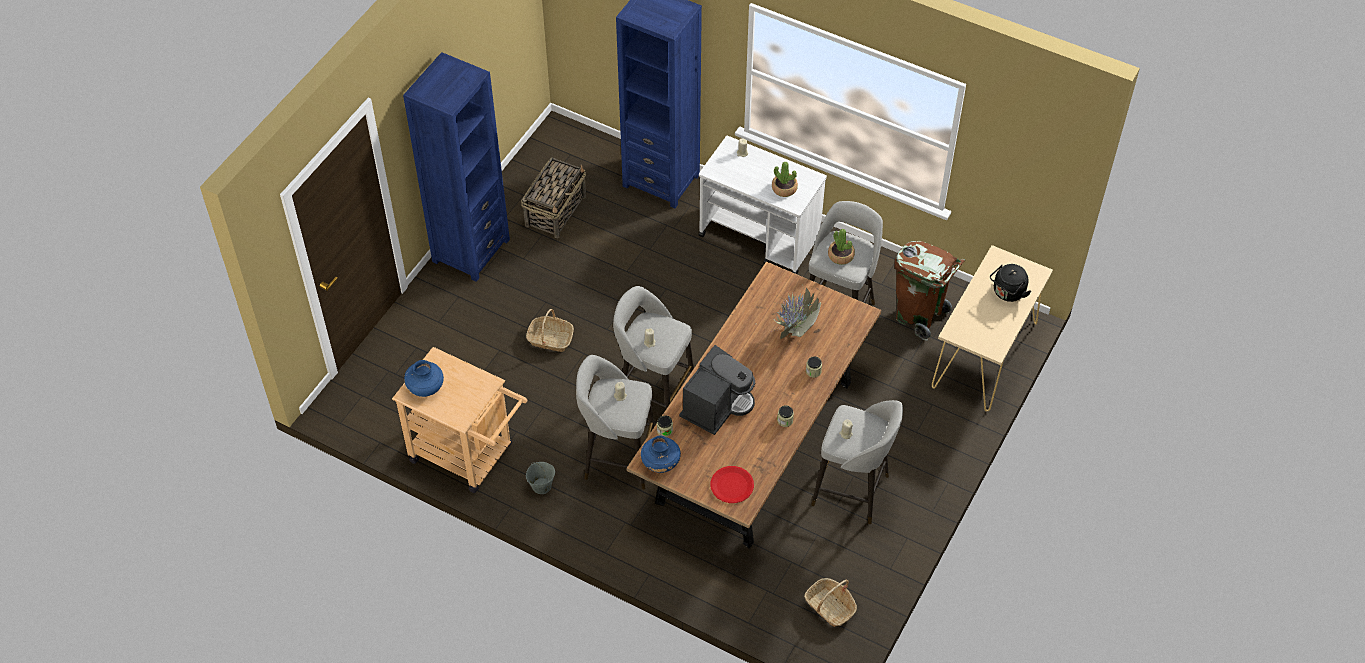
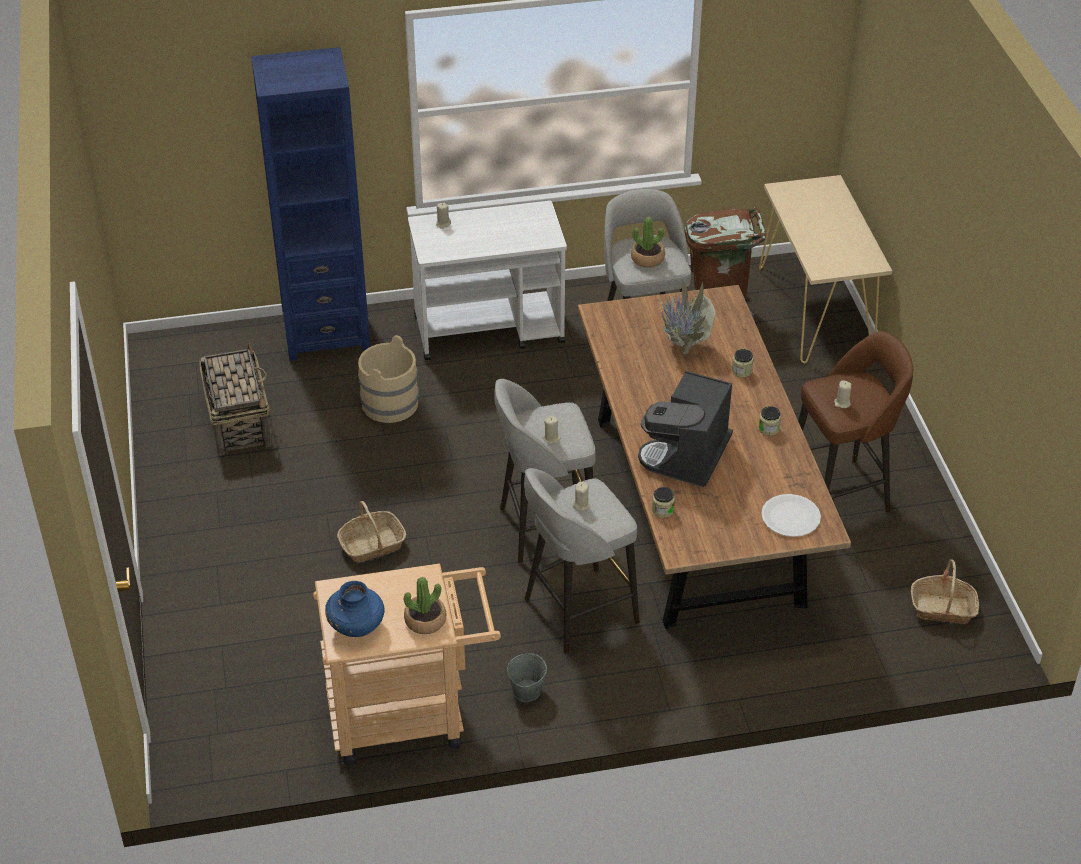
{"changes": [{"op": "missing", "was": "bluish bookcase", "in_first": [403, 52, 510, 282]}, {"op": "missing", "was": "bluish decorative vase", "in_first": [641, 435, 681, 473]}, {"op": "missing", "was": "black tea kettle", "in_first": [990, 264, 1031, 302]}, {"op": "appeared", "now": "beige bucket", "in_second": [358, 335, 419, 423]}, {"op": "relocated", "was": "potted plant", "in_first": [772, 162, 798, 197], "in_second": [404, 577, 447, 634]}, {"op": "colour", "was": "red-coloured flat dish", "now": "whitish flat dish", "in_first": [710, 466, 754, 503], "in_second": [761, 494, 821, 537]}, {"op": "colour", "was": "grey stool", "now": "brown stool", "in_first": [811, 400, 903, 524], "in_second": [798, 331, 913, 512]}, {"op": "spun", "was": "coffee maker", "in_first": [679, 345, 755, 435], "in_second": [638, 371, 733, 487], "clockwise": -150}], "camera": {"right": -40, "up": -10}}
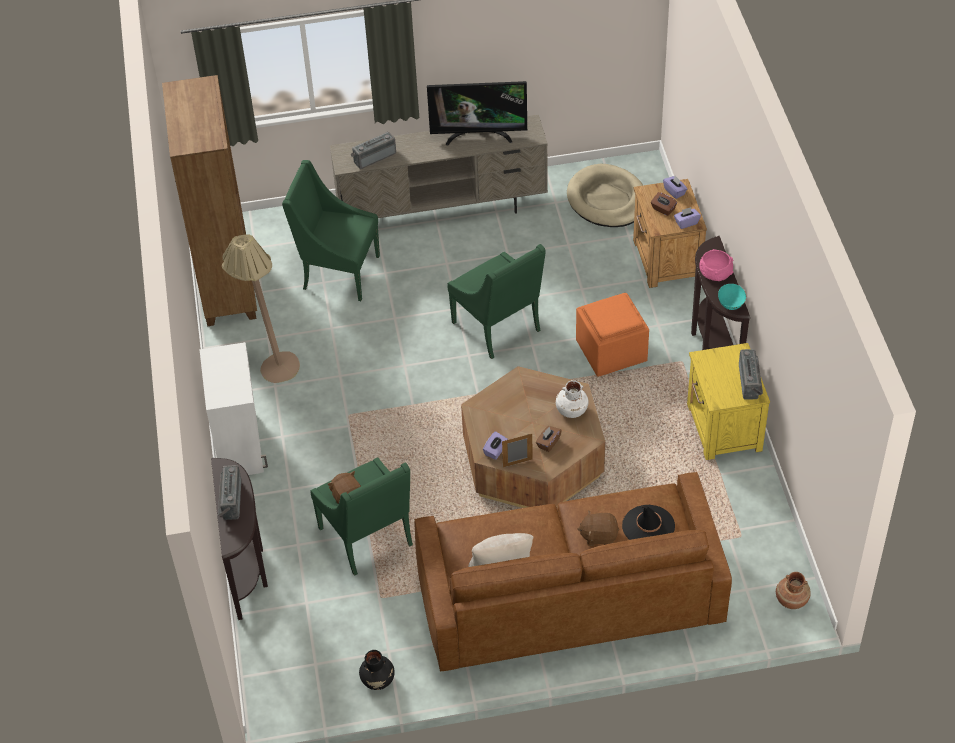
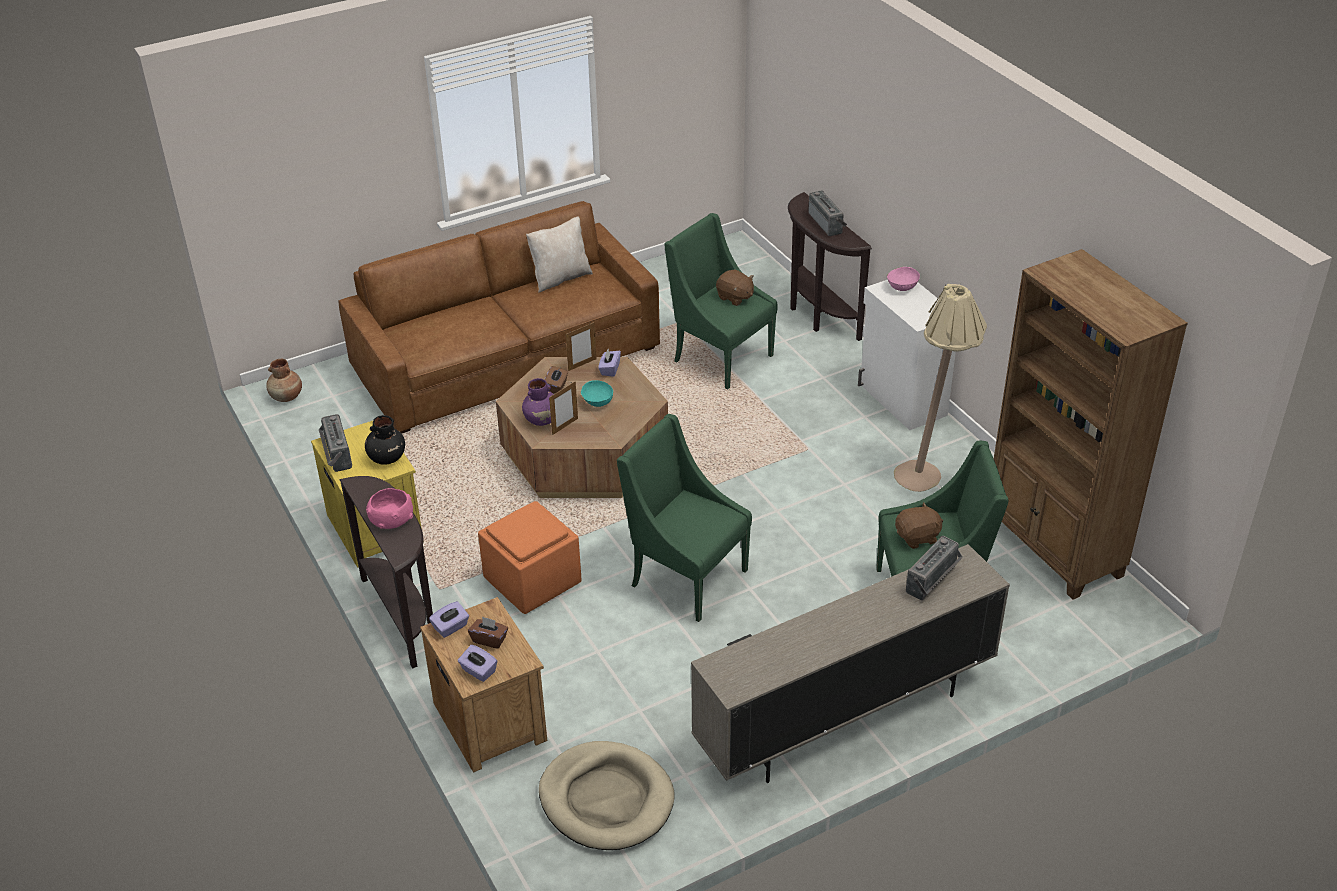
{"changes": [{"op": "missing", "was": "TV", "in_first": [427, 81, 527, 145]}, {"op": "missing", "was": "black wearable hat", "in_first": [622, 505, 675, 540]}, {"op": "appeared", "now": "photo frame", "in_second": [549, 381, 578, 435]}, {"op": "appeared", "now": "pink serving bowl", "in_second": [887, 267, 920, 291]}, {"op": "relocated", "was": "black decorative vase", "in_first": [359, 650, 394, 690], "in_second": [365, 415, 405, 465]}, {"op": "relocated", "was": "brown soft toy", "in_first": [577, 510, 619, 546], "in_second": [895, 502, 943, 549]}, {"op": "relocated", "was": "turquoise serving bowl", "in_first": [718, 284, 746, 310], "in_second": [581, 380, 613, 407]}, {"op": "colour", "was": "whitish decorative vase", "now": "purplish decorative vase", "in_first": [556, 380, 589, 418], "in_second": [522, 378, 553, 426]}], "camera": {"right": 160, "up": -10}}
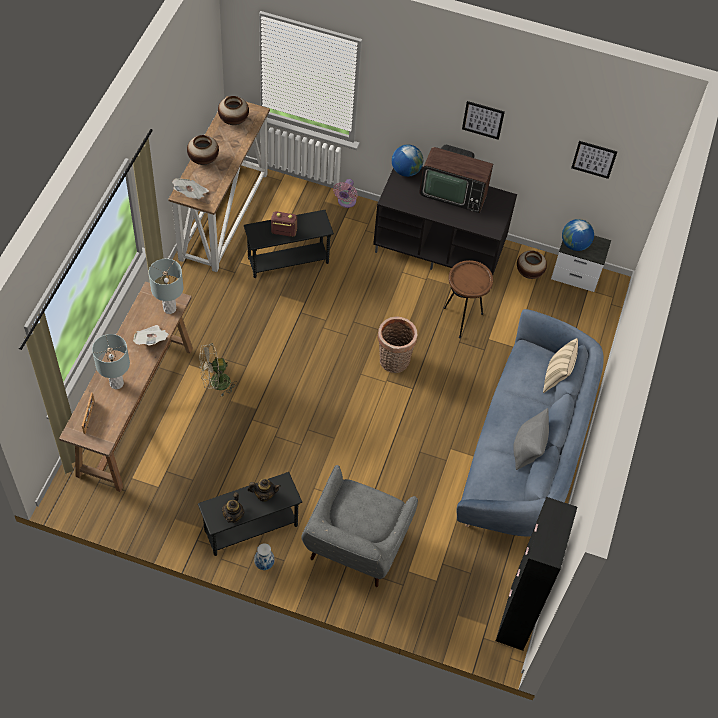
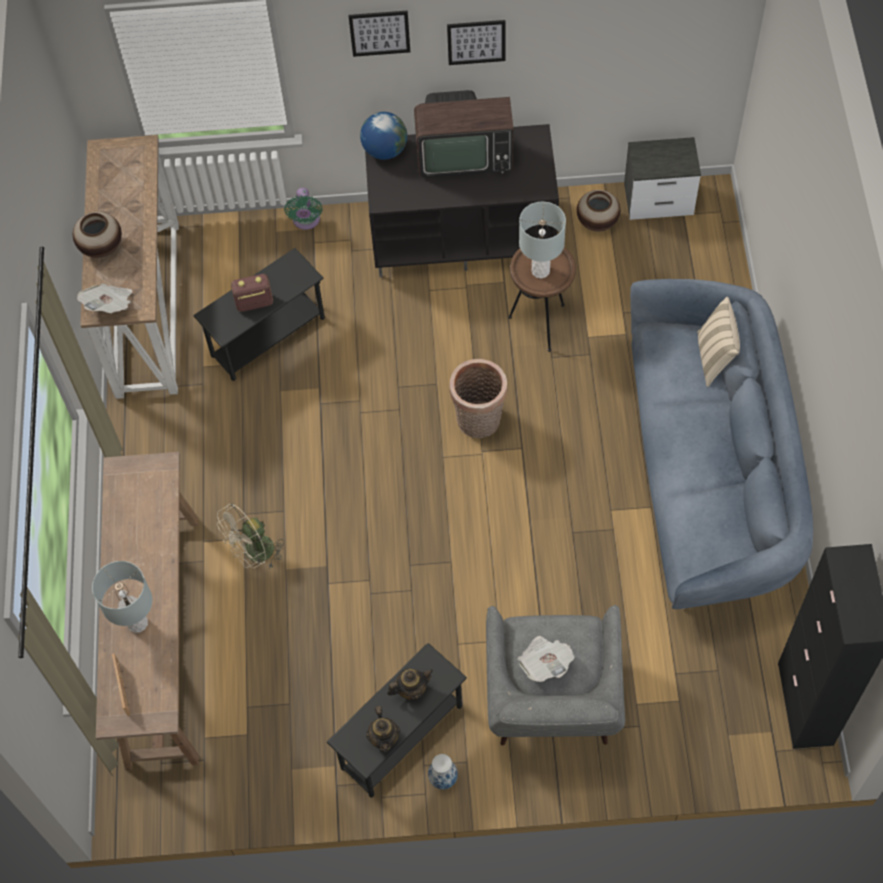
{"changes": [{"op": "missing", "was": "decorative vase", "in_first": [218, 96, 249, 125]}, {"op": "missing", "was": "grey throw pillow", "in_first": [513, 408, 549, 470]}, {"op": "missing", "was": "world globe", "in_first": [562, 219, 594, 251]}, {"op": "relocated", "was": "daily paper", "in_first": [133, 325, 169, 346], "in_second": [517, 636, 575, 682]}, {"op": "relocated", "was": "grey table lamp", "in_first": [148, 259, 184, 314], "in_second": [519, 202, 566, 279]}, {"op": "relocated", "was": "wall art", "in_first": [571, 141, 618, 179], "in_second": [349, 10, 410, 57]}, {"op": "colour", "was": "pink cooling fan", "now": "green cooling fan", "in_first": [333, 179, 358, 208], "in_second": [284, 188, 323, 230]}], "camera": {"right": -15, "up": 5}}
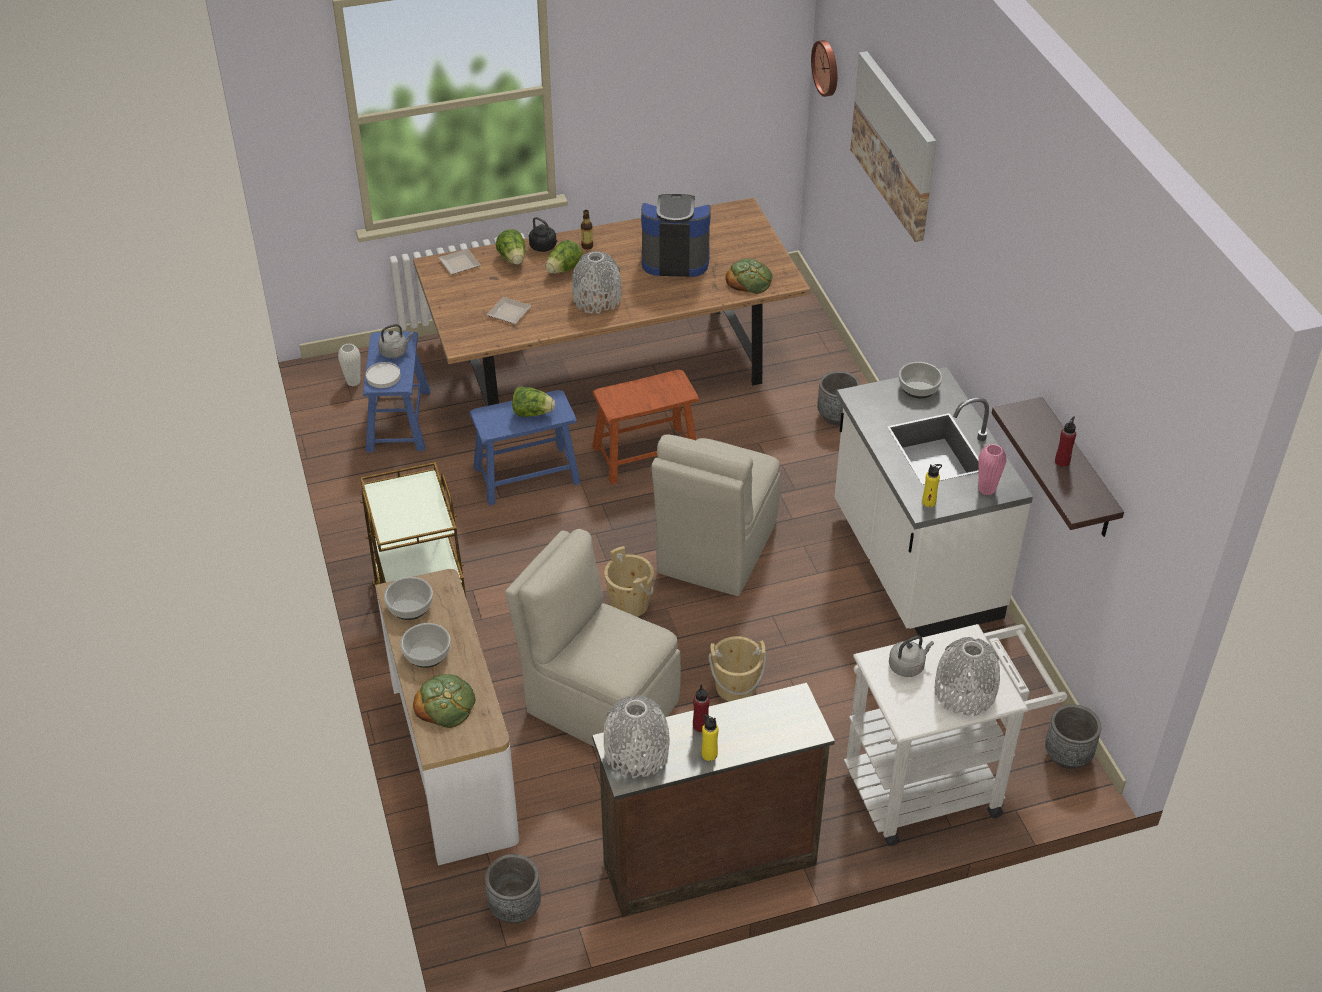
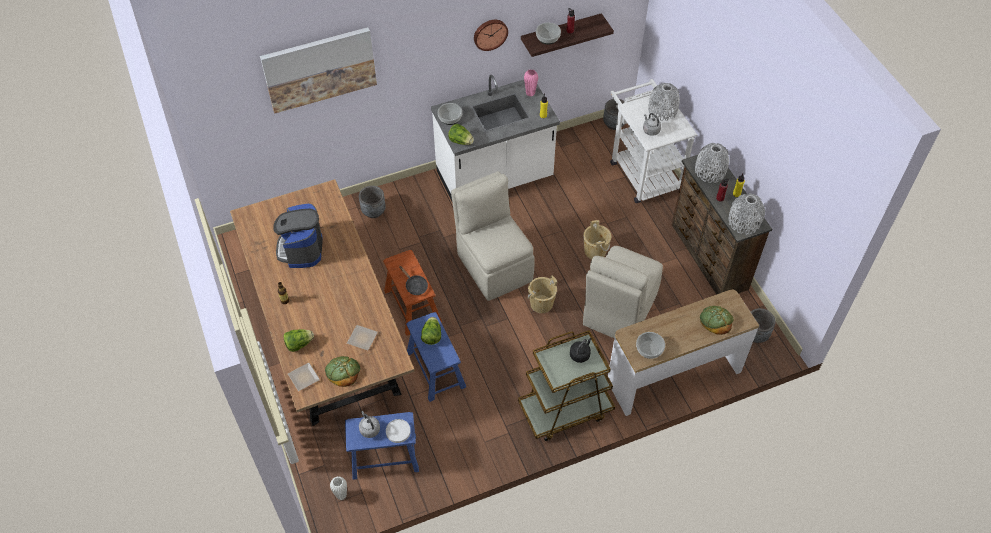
{"changes": [{"op": "appeared", "now": "black skillet", "in_second": [399, 266, 428, 295]}, {"op": "relocated", "was": "serving bowl", "in_first": [400, 623, 451, 668], "in_second": [536, 23, 561, 45]}, {"op": "relocated", "was": "black tea kettle", "in_first": [529, 217, 557, 252], "in_second": [570, 338, 592, 363]}, {"op": "relocated", "was": "lettuce", "in_first": [546, 240, 583, 274], "in_second": [448, 124, 474, 145]}, {"op": "relocated", "was": "grey decorative vase", "in_first": [572, 251, 621, 314], "in_second": [695, 143, 729, 183]}, {"op": "relocated", "was": "bread", "in_first": [726, 259, 773, 294], "in_second": [325, 356, 361, 387]}, {"op": "relocated", "was": "hanging clock", "in_first": [811, 40, 837, 97], "in_second": [474, 20, 508, 51]}, {"op": "spun", "was": "beige upright chair", "in_first": [652, 434, 780, 596], "in_second": [451, 171, 535, 301], "clockwise": -135}], "camera": {"right": -95, "up": 10}}
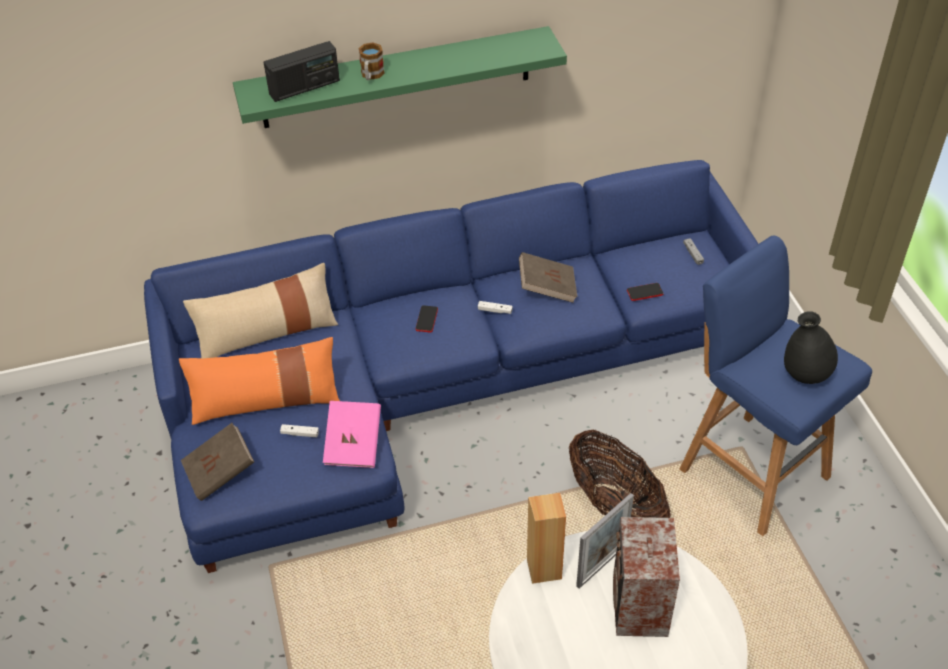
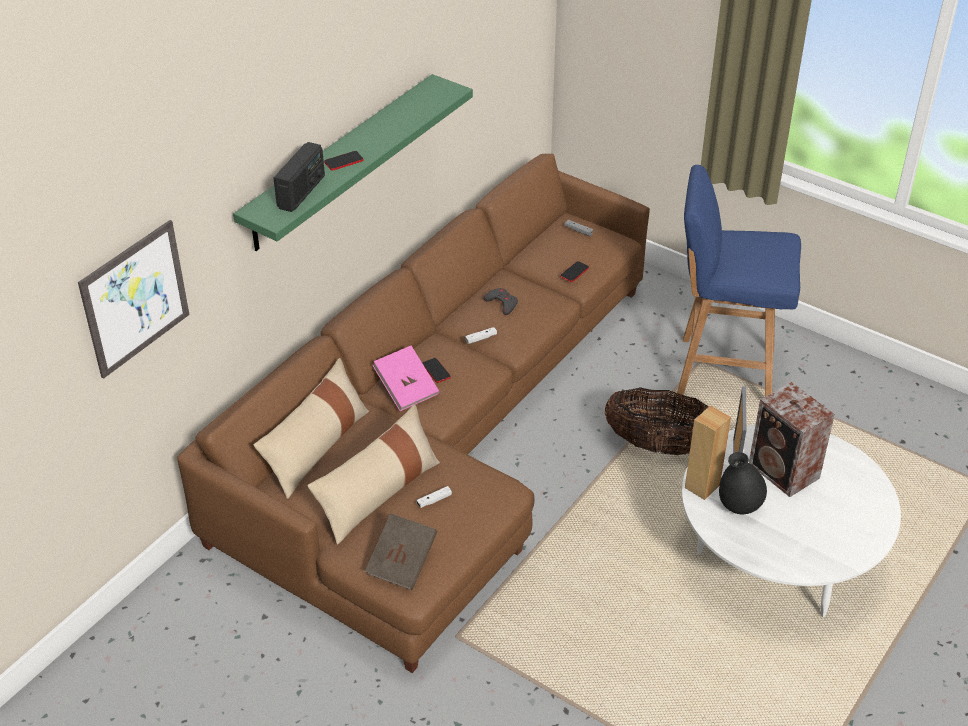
{"changes": [{"op": "appeared", "now": "wall art", "in_second": [78, 220, 189, 379]}, {"op": "relocated", "was": "pink volume", "in_first": [323, 401, 381, 468], "in_second": [372, 346, 440, 411]}, {"op": "relocated", "was": "black decorative vase", "in_first": [784, 312, 838, 384], "in_second": [719, 452, 767, 514]}, {"op": "exchanged", "was": "tea mug", "now": "handset", "in_first": [358, 43, 385, 80], "in_second": [324, 151, 364, 171]}, {"op": "exchanged", "was": "brown volume", "now": "grey joypad", "in_first": [519, 252, 577, 303], "in_second": [483, 288, 518, 315]}, {"op": "colour", "was": "bluish settee", "now": "brown settee", "in_first": [144, 160, 758, 573], "in_second": [177, 154, 650, 673]}, {"op": "colour", "was": "orange throw pillow", "now": "beige throw pillow", "in_first": [179, 337, 340, 425], "in_second": [308, 404, 440, 545]}], "camera": {"right": -40, "up": -5}}
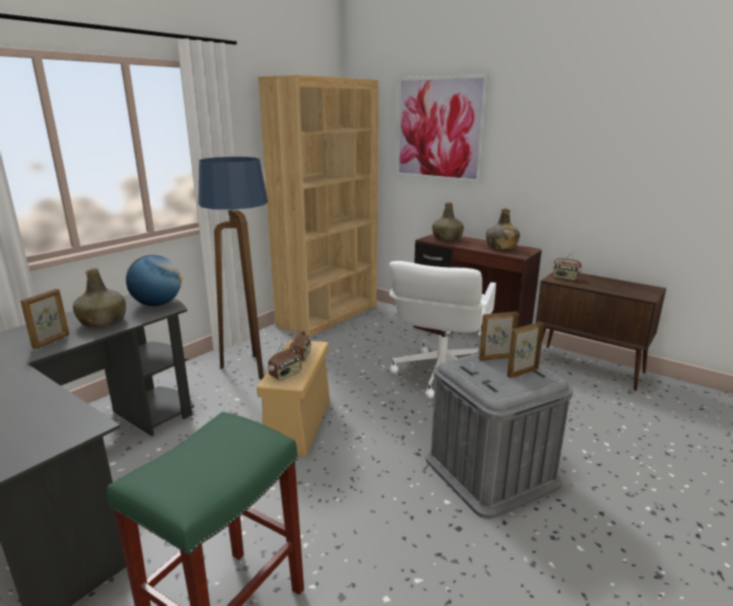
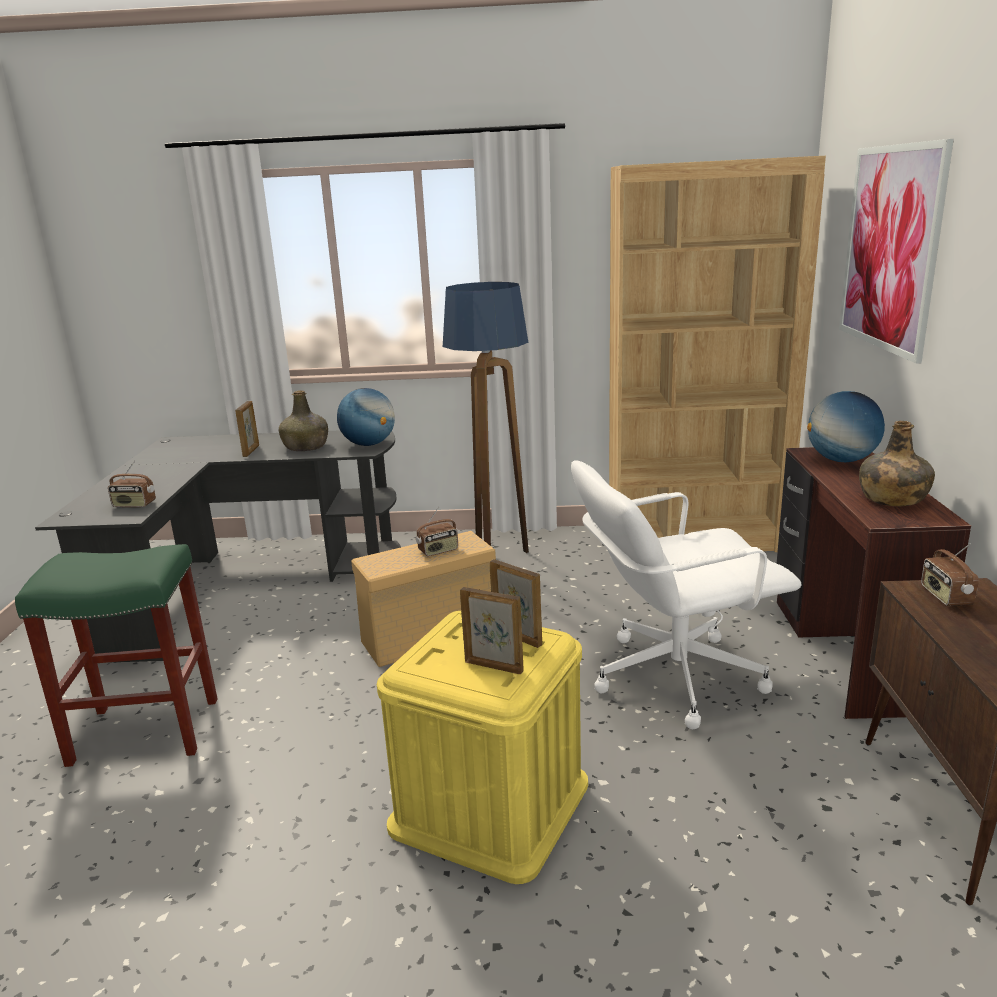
{"changes": [{"op": "relocated", "was": "radio", "in_first": [268, 338, 302, 380], "in_second": [108, 460, 156, 507]}, {"op": "exchanged", "was": "green bottle", "now": "world globe", "in_first": [432, 202, 464, 241], "in_second": [807, 391, 885, 462]}, {"op": "colour", "was": "grey storage container", "now": "yellow-coloured storage container", "in_first": [426, 353, 573, 519], "in_second": [377, 611, 588, 884]}, {"op": "spun", "was": "photo frame", "in_first": [20, 289, 69, 349], "in_second": [235, 401, 259, 457], "clockwise": -75}], "camera": {"right": 55, "up": 0}}
